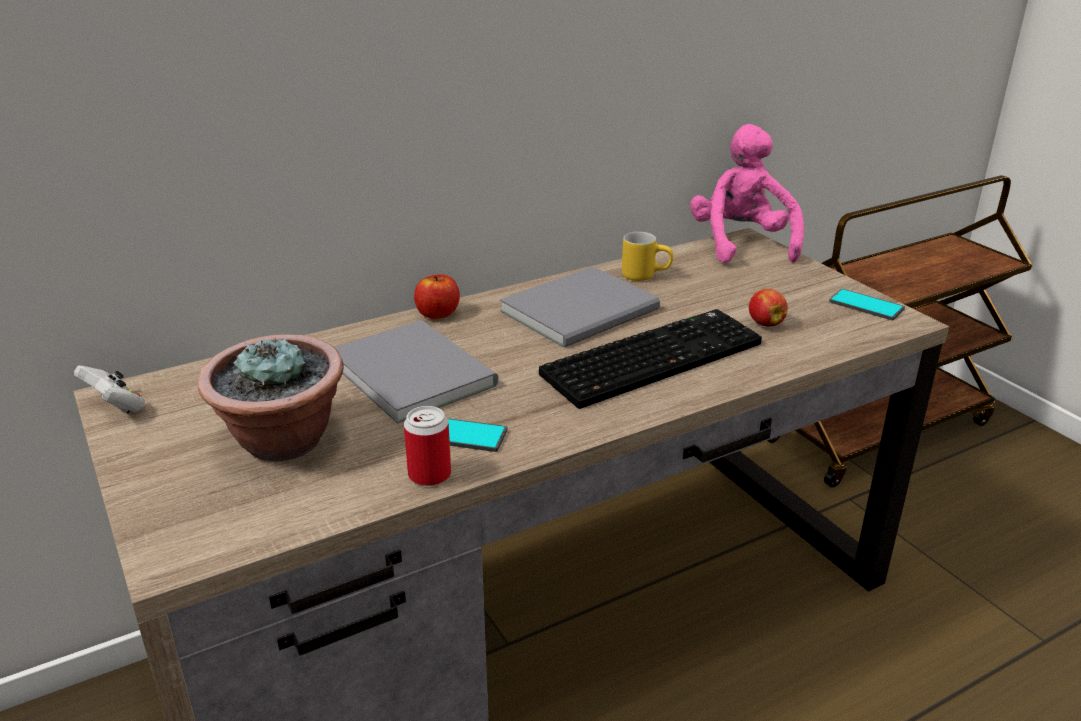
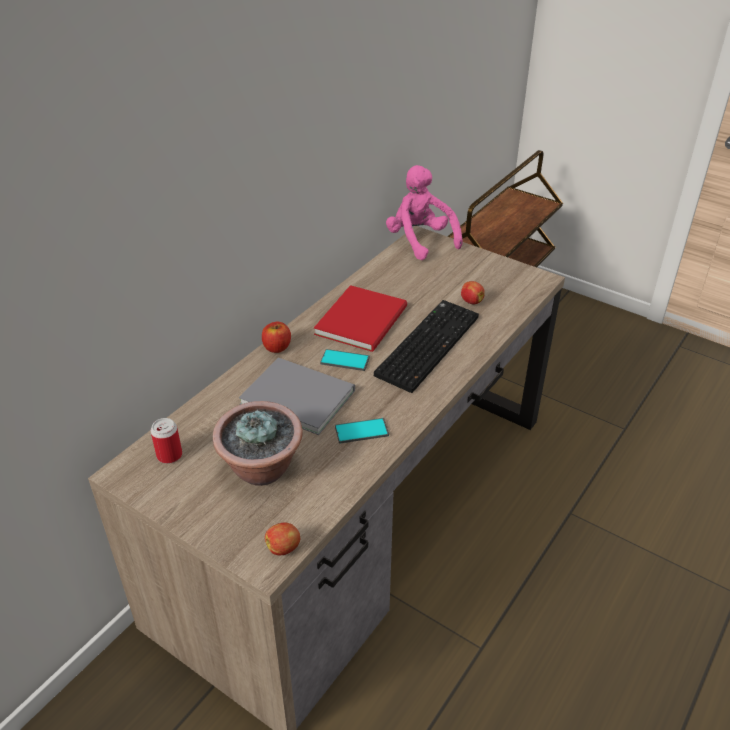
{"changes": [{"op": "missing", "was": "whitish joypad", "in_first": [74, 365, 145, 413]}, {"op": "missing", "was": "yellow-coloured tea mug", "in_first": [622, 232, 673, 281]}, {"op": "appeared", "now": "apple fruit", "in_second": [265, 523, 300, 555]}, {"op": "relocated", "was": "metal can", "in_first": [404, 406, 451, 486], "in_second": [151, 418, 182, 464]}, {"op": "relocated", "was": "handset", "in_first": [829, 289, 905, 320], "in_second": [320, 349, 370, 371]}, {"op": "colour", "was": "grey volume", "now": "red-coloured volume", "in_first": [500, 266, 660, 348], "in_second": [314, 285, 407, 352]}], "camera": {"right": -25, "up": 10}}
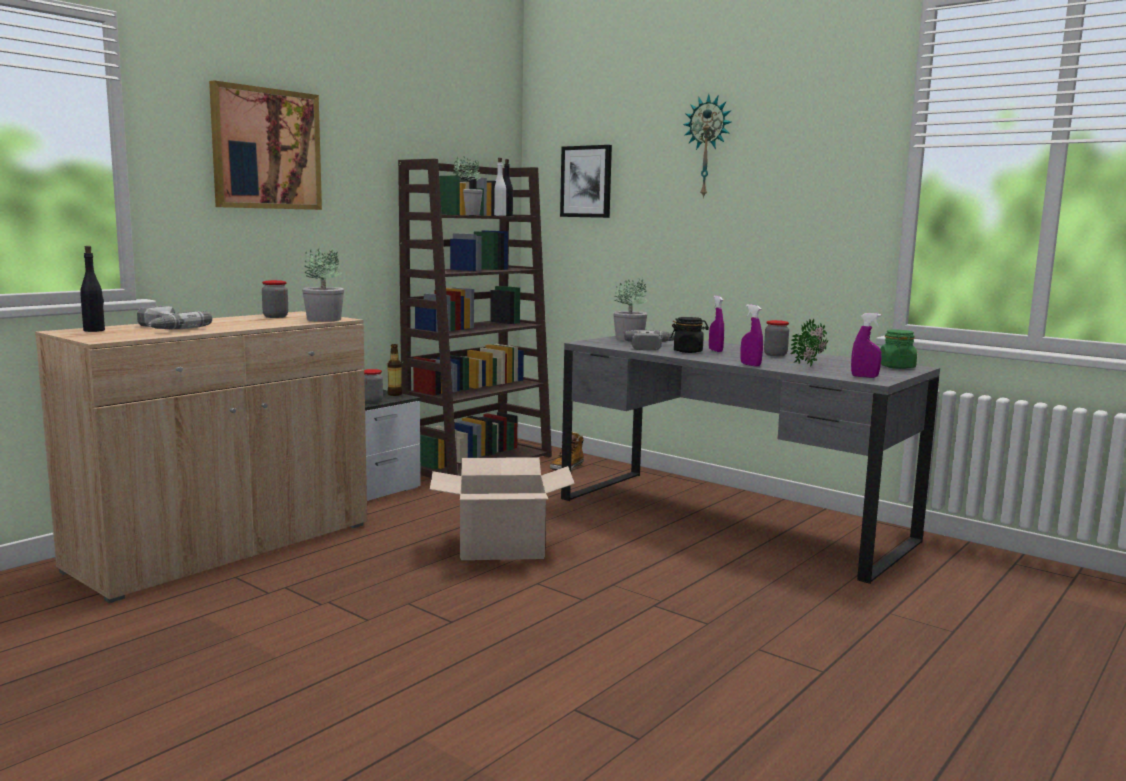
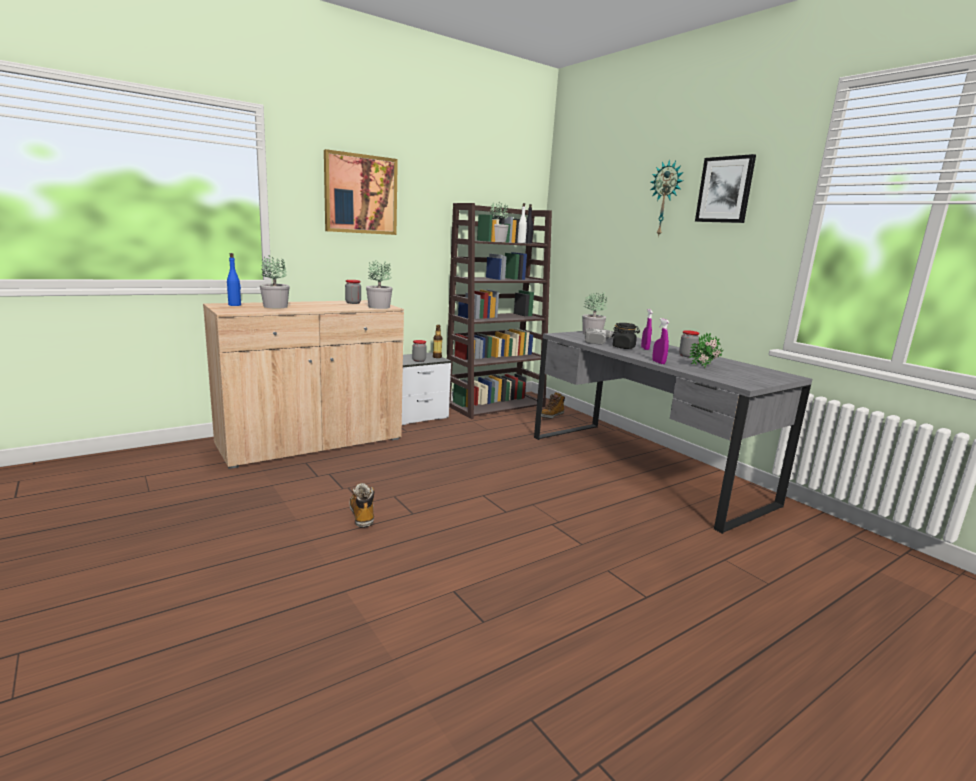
{"changes": [{"op": "missing", "was": "carton", "in_first": [430, 457, 575, 560]}, {"op": "missing", "was": "purplish sprayer", "in_first": [851, 313, 882, 378]}, {"op": "missing", "was": "green jar", "in_first": [880, 330, 917, 369]}, {"op": "appeared", "now": "high-top boot", "in_second": [349, 483, 374, 528]}, {"op": "relocated", "was": "wall art", "in_first": [560, 145, 612, 218], "in_second": [695, 154, 756, 223]}, {"op": "exchanged", "was": "electric drill", "now": "potted plant", "in_first": [137, 306, 212, 329], "in_second": [260, 255, 290, 308]}, {"op": "colour", "was": "black bottle", "now": "bluish bottle", "in_first": [80, 246, 105, 332], "in_second": [227, 253, 241, 306]}], "camera": {"right": 15, "up": 5}}
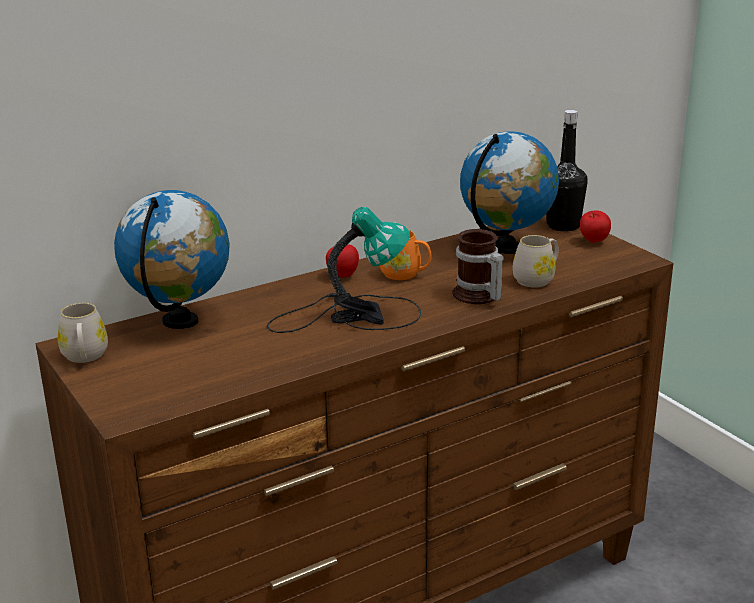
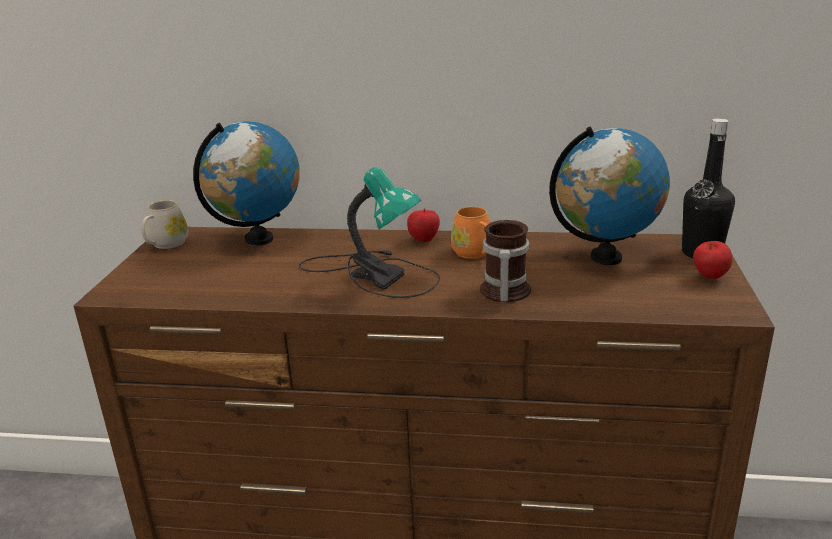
{"changes": [{"op": "missing", "was": "whitish tea mug", "in_first": [512, 235, 559, 288]}], "camera": {"right": 40, "up": 0}}
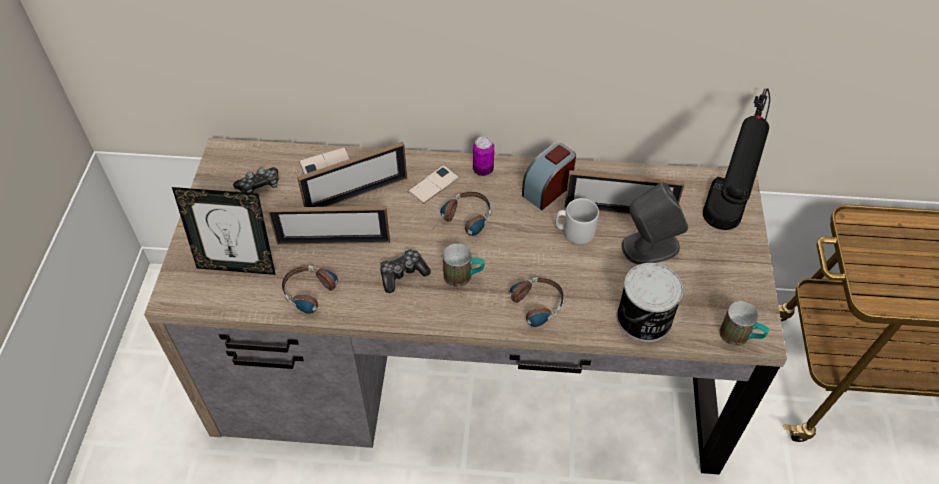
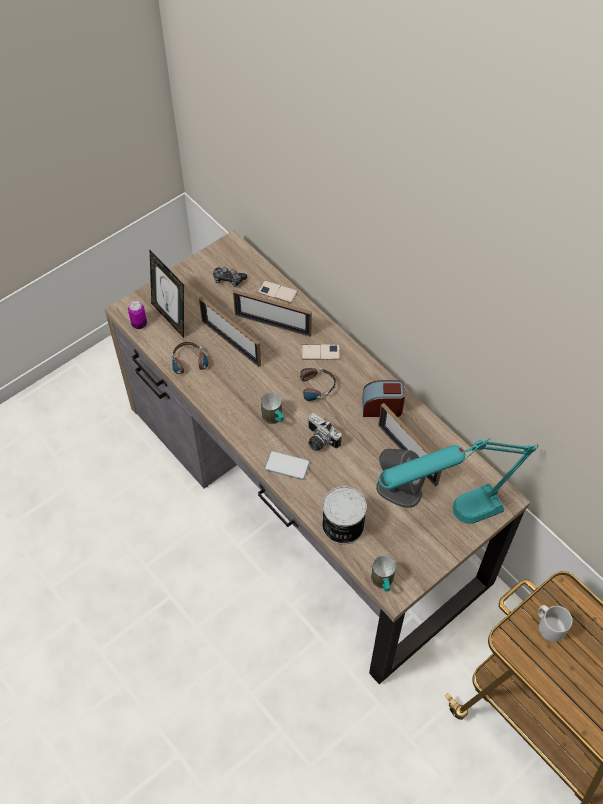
{"changes": [{"op": "missing", "was": "joypad", "in_first": [380, 249, 431, 293]}, {"op": "appeared", "now": "photo camera", "in_second": [308, 413, 342, 451]}, {"op": "relocated", "was": "metal can", "in_first": [473, 136, 494, 176], "in_second": [128, 300, 147, 329]}, {"op": "relocated", "was": "grey tea mug", "in_first": [555, 198, 599, 244], "in_second": [538, 605, 572, 642]}, {"op": "exchanged", "was": "pair of headphones", "now": "handset", "in_first": [494, 278, 564, 327], "in_second": [265, 451, 310, 480]}, {"op": "colour", "was": "black table lamp", "now": "turquoise table lamp", "in_first": [703, 88, 770, 230], "in_second": [379, 438, 538, 524]}], "camera": {"right": 45, "up": 5}}
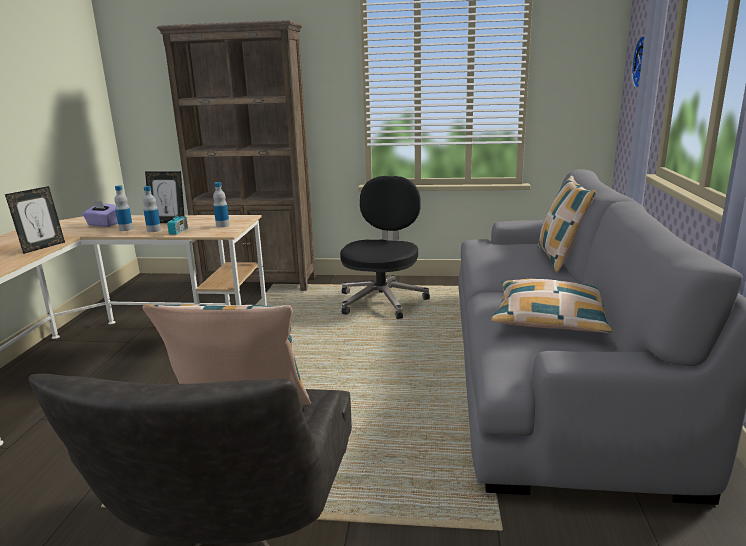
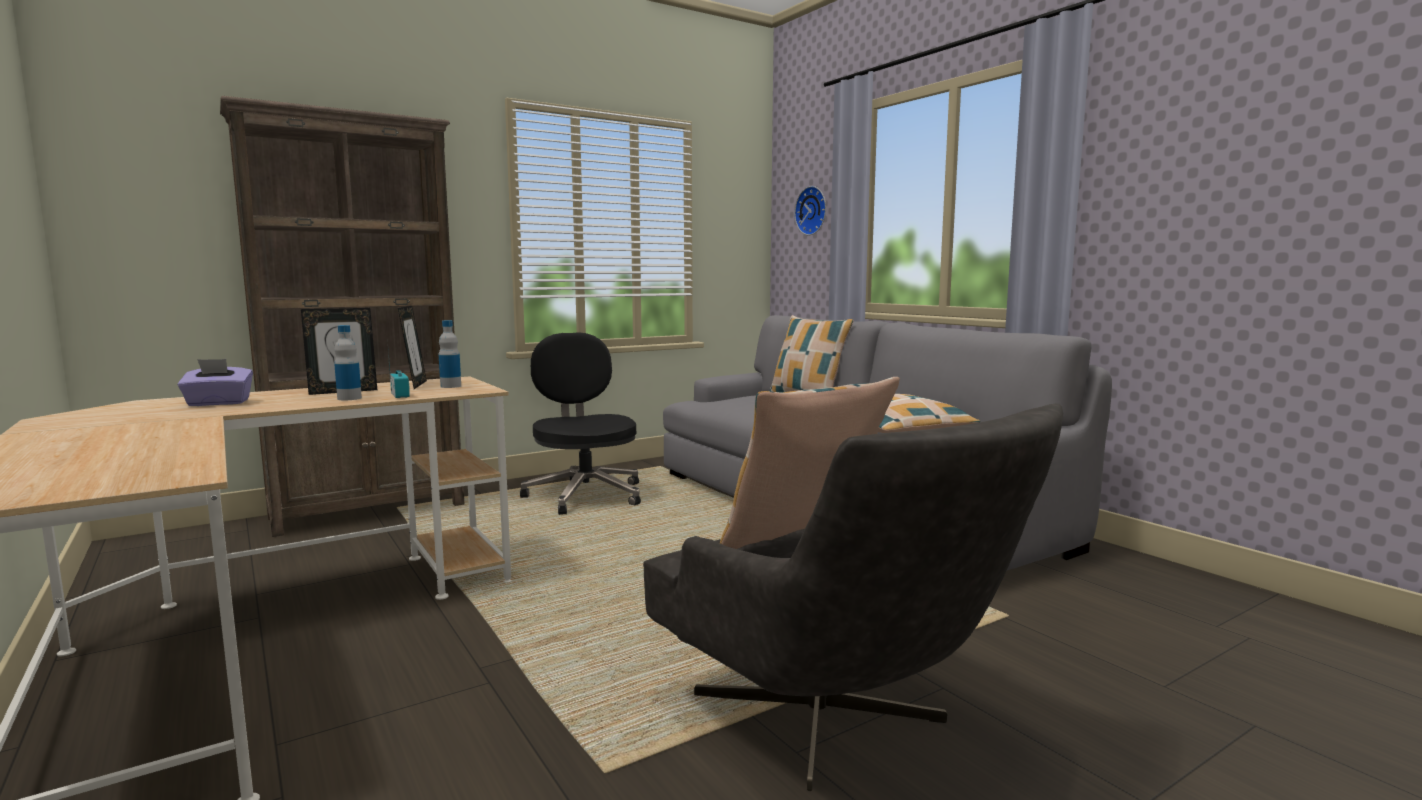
{"changes": [{"op": "missing", "was": "bottle", "in_first": [114, 185, 133, 231]}, {"op": "relocated", "was": "photo frame", "in_first": [5, 186, 65, 254], "in_second": [398, 306, 427, 389]}], "camera": {"right": -40, "up": -10}}
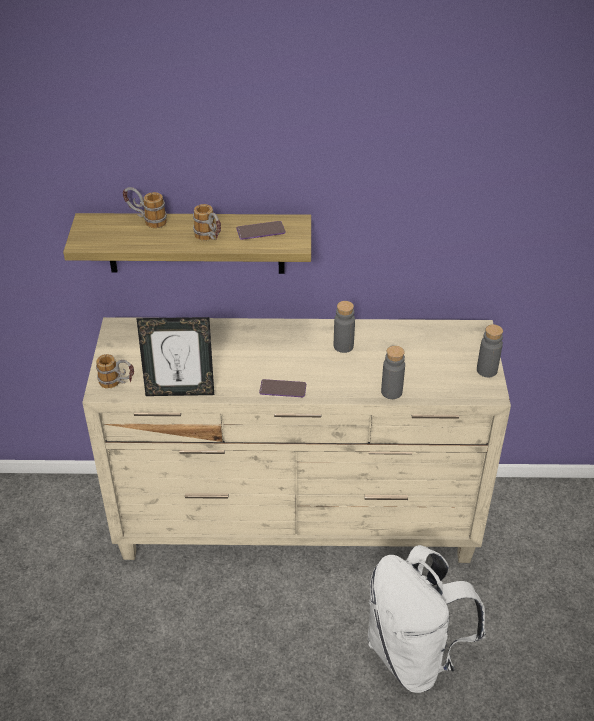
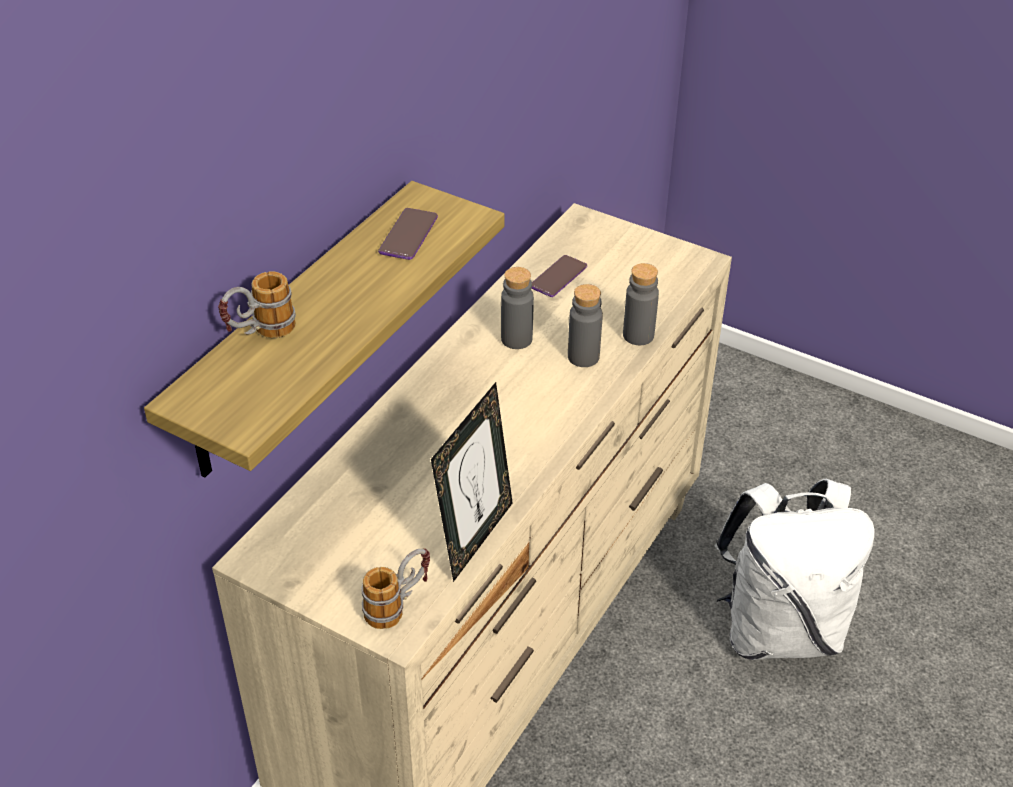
{"changes": [{"op": "missing", "was": "tea mug", "in_first": [193, 204, 221, 241]}, {"op": "relocated", "was": "handset", "in_first": [259, 379, 306, 397], "in_second": [532, 255, 587, 297]}, {"op": "relocated", "was": "grey bottle", "in_first": [477, 324, 503, 377], "in_second": [568, 284, 603, 367]}], "camera": {"right": -60, "up": 0}}
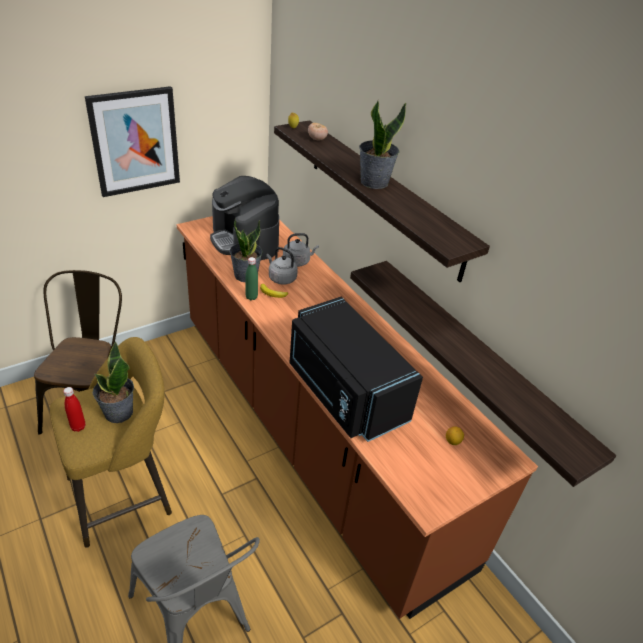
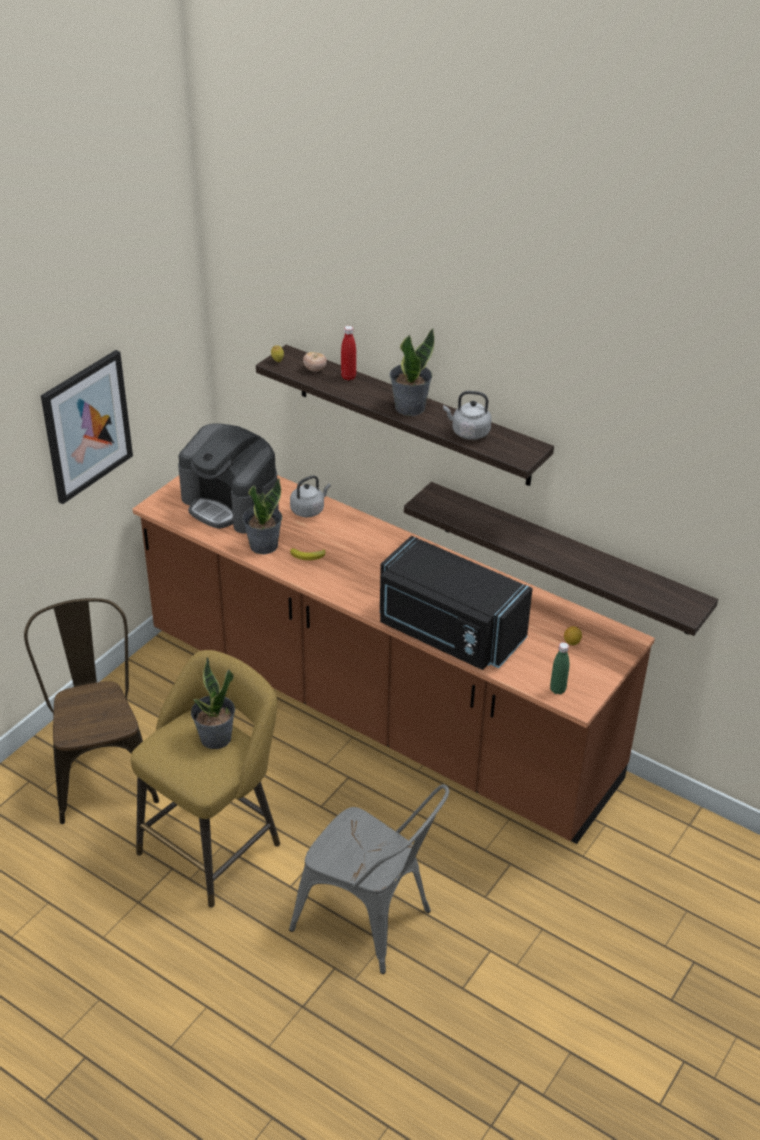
{"changes": [{"op": "relocated", "was": "red-coloured bottle", "in_first": [63, 387, 85, 432], "in_second": [341, 326, 356, 381]}, {"op": "relocated", "was": "green bottle", "in_first": [245, 257, 258, 300], "in_second": [550, 642, 569, 695]}, {"op": "relocated", "was": "grey tea kettle", "in_first": [266, 247, 298, 285], "in_second": [443, 391, 491, 440]}], "camera": {"right": -20, "up": 0}}
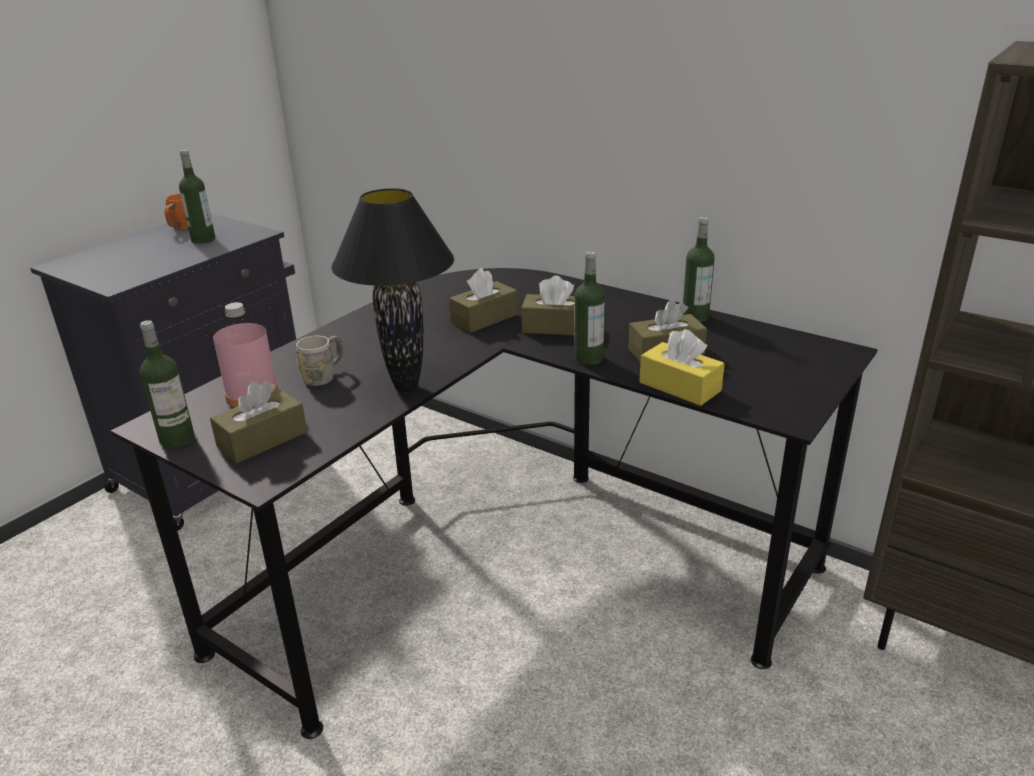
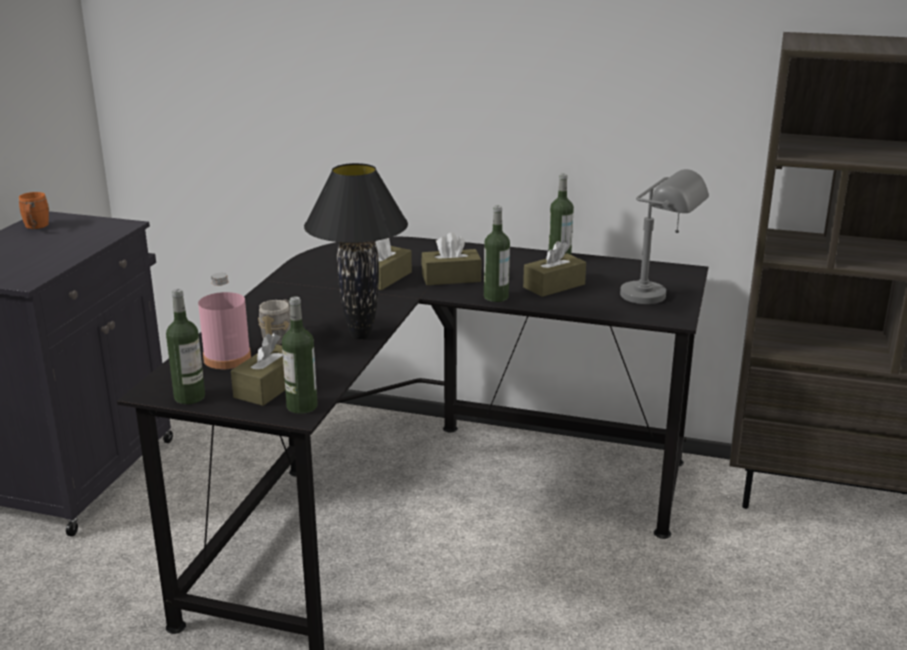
{"changes": [{"op": "missing", "was": "yellow-coloured box of tissues", "in_first": [639, 329, 725, 406]}, {"op": "appeared", "now": "grey table lamp", "in_second": [620, 169, 709, 304]}, {"op": "relocated", "was": "bottle", "in_first": [179, 149, 215, 244], "in_second": [282, 296, 318, 414]}], "camera": {"right": -20, "up": -5}}
